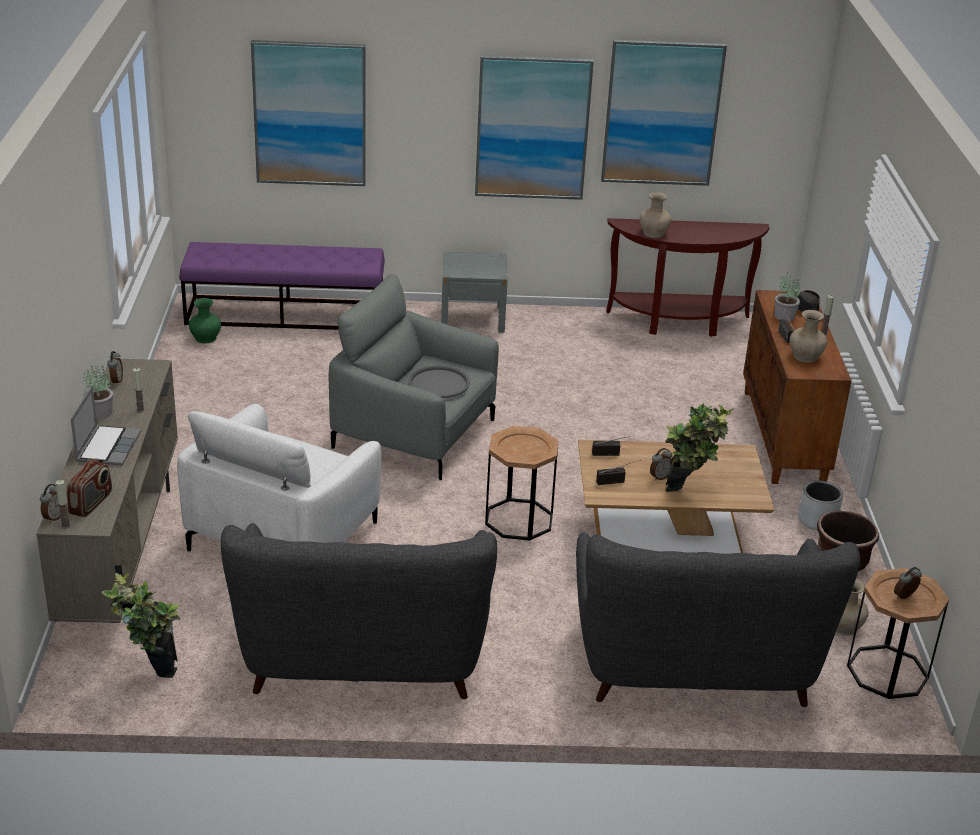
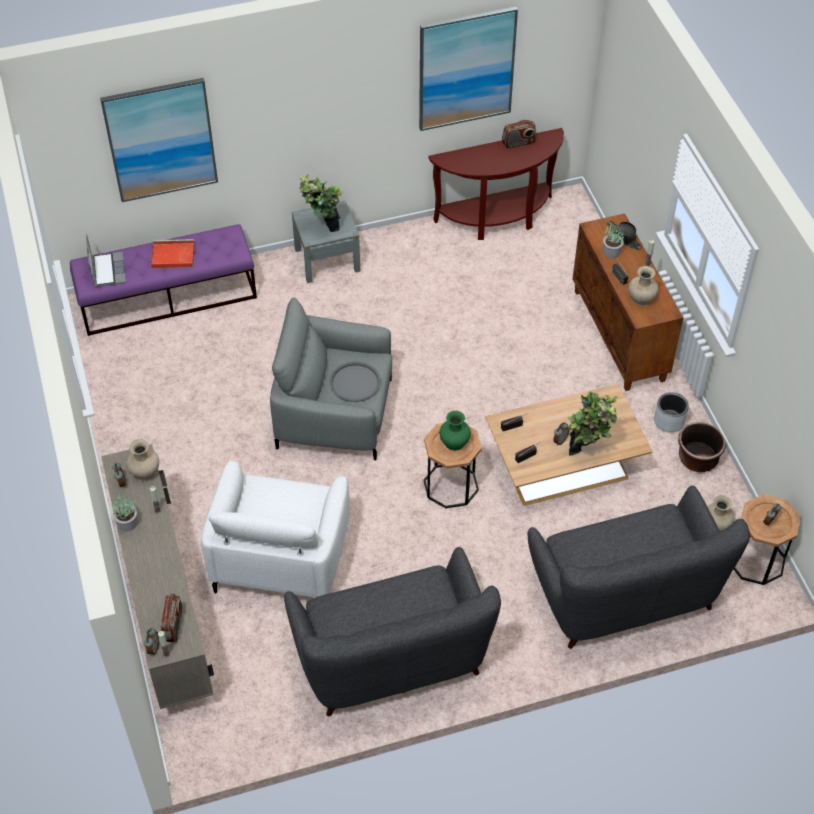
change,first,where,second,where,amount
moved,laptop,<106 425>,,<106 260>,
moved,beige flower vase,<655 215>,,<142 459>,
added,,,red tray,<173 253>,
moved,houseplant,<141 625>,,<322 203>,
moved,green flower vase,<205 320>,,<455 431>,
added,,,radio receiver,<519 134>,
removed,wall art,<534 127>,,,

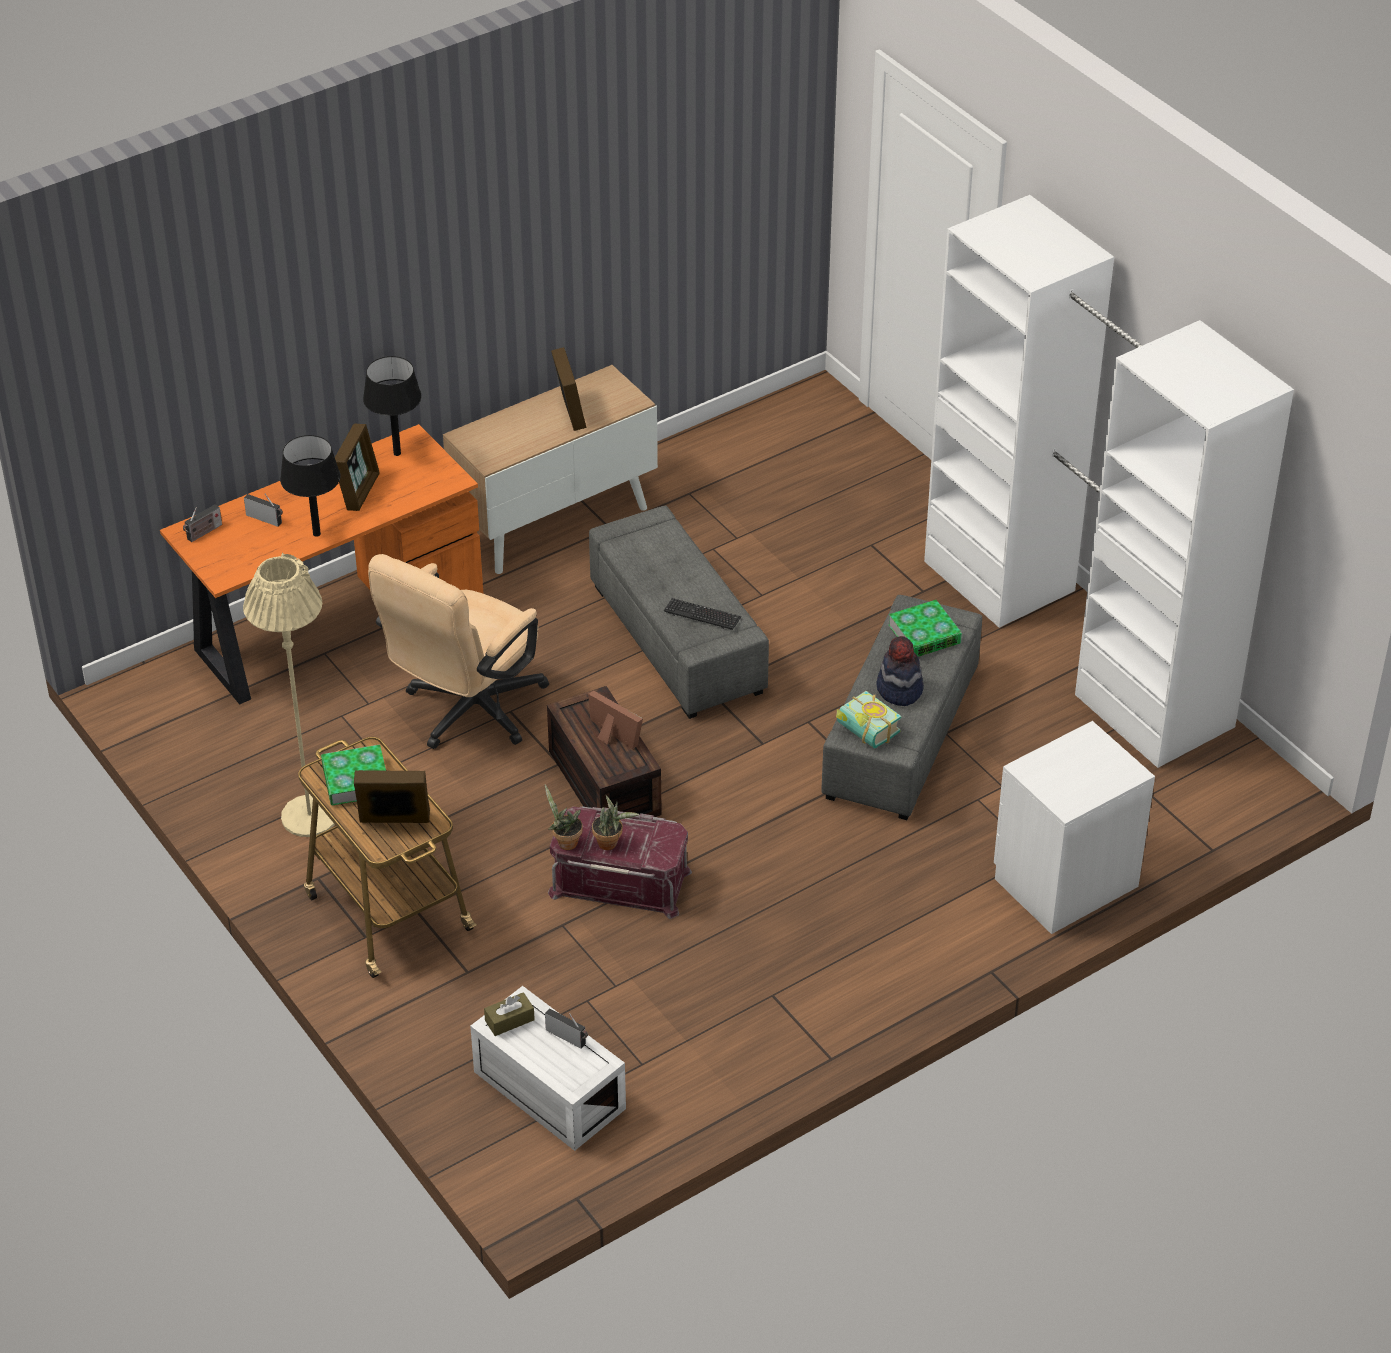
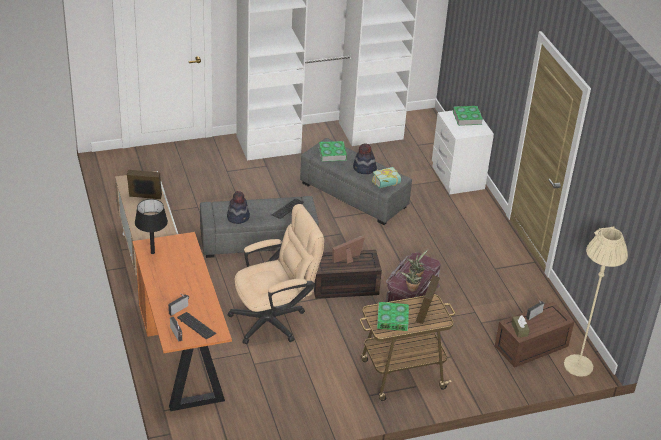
change,first,where,second,where,amount
added,,,keyboard,<196 325>,
added,,,wearable hat,<238 207>,
turned,beige desk chair,<458 651>,,<276 274>,75 degrees counterclockwise
added,,,bound book,<468 116>,
recoloured,white storage bin,<548 1068>,brown-coloured storage bin,<534 334>,
moved,beige standard lamp,<289 695>,,<596 302>,
removed,black table lamp,<310 486>,,,
removed,picture frame,<357 467>,,,

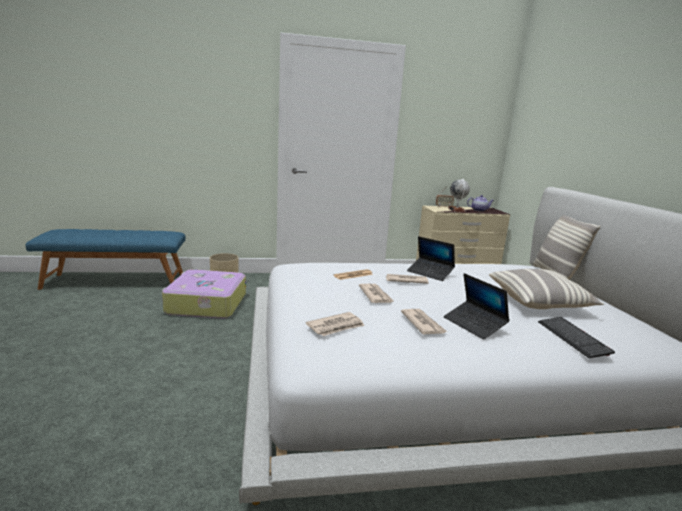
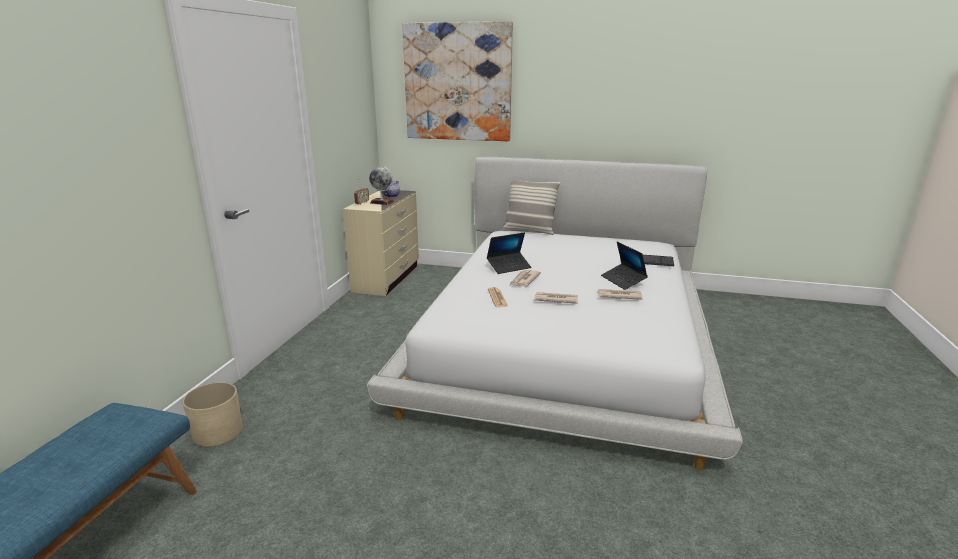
change,first,where,second,where,amount
added,,,wall art,<457 81>,
turned,laptop,<477 306>,,<624 266>,75 degrees clockwise
removed,travel case,<204 294>,,,
removed,newspaper,<335 324>,,,
removed,cushion,<546 289>,,,

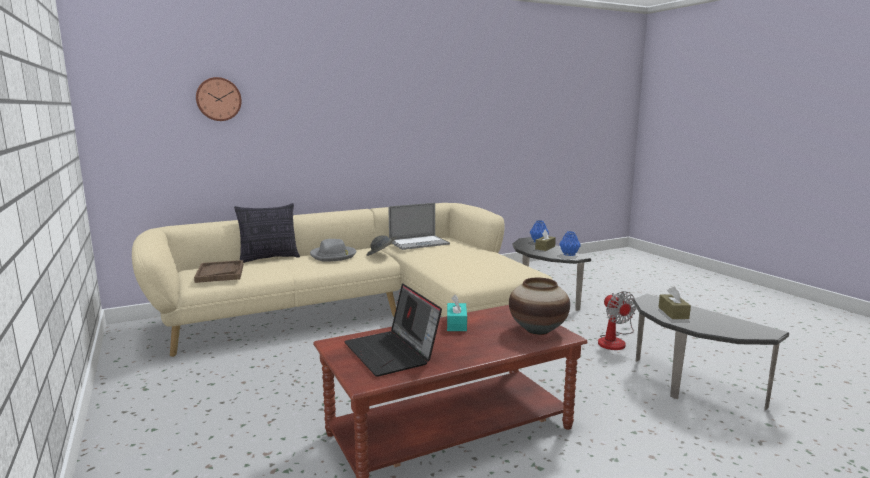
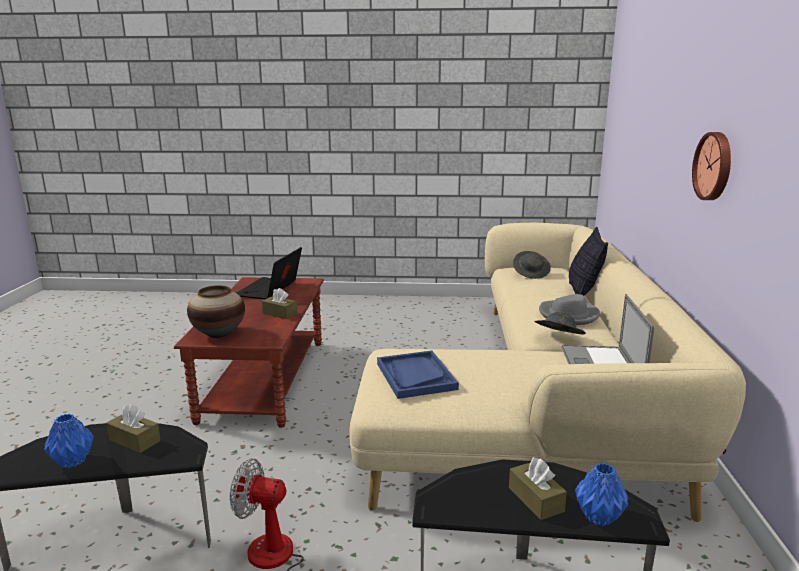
change,first,where,second,where,amount
moved,blue flower vase,<570 243>,,<69 441>,
turned,laptop,<393 330>,,<269 273>,75 degrees counterclockwise
recoloured,turquoise tissue box,<457 313>,brown-coloured tissue box,<279 303>,
added,,,blue tray,<418 375>,
replaced,brown-coloured tray,<219 271>,greyish wearable hat,<532 265>,
moved,clock on the wall,<219 99>,,<711 166>,

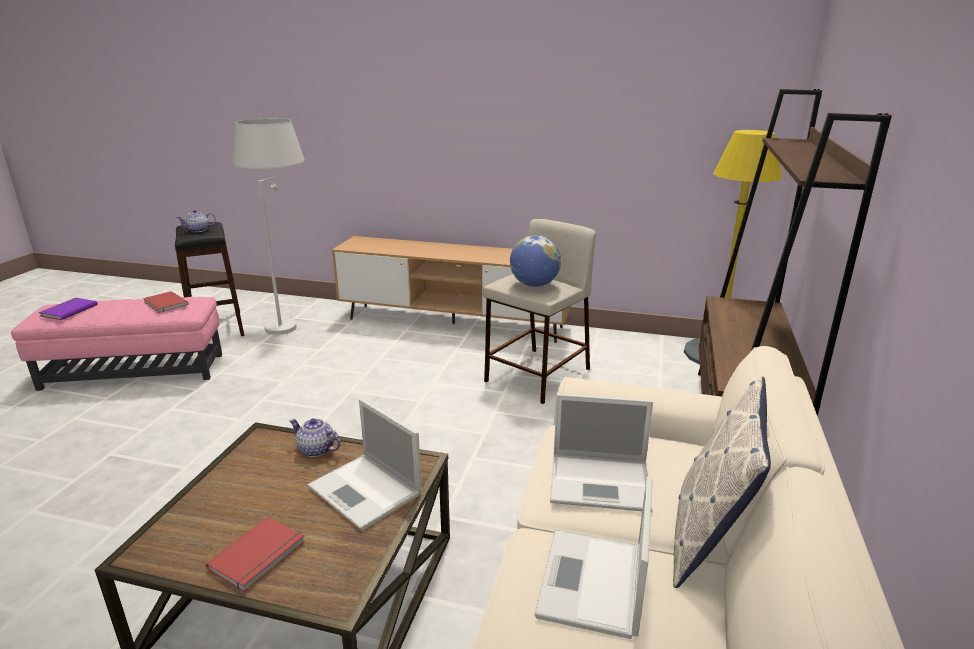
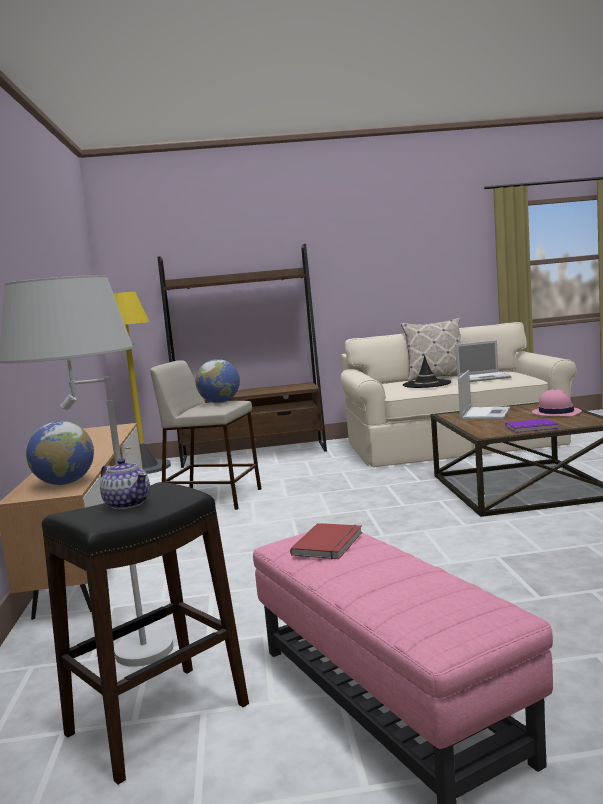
change,first,where,second,where,amount
added,,,world globe,<60 453>,
replaced,laptop,<601 453>,black wearable hat,<427 371>,
moved,purple-coloured bound book,<68 309>,,<532 425>,
replaced,red bound book,<255 554>,pinkish wearable hat,<557 403>,
removed,pot for tea,<315 437>,,,

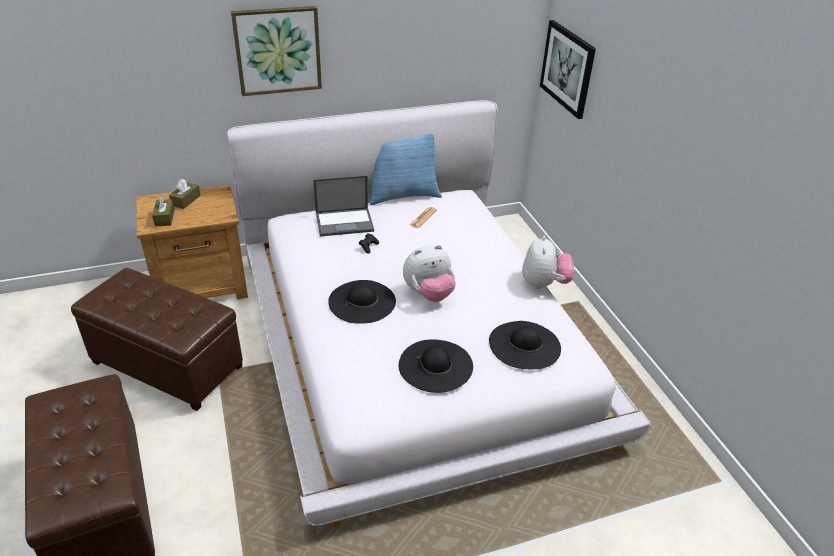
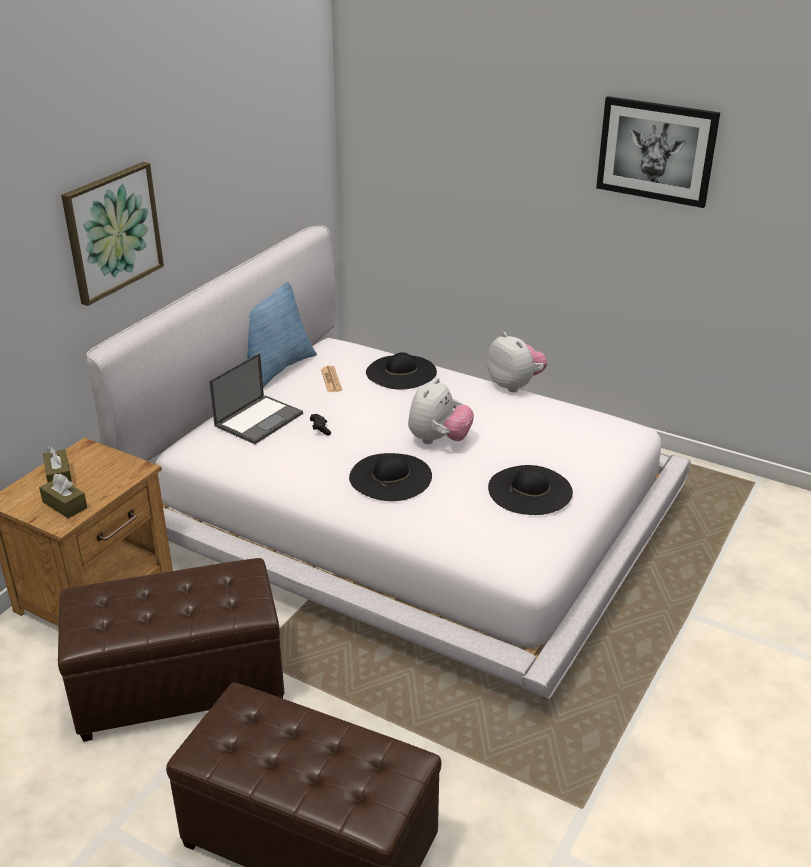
change,first,where,second,where,amount
moved,black wearable hat,<525 345>,,<401 371>,
moved,wall art,<568 69>,,<658 152>,

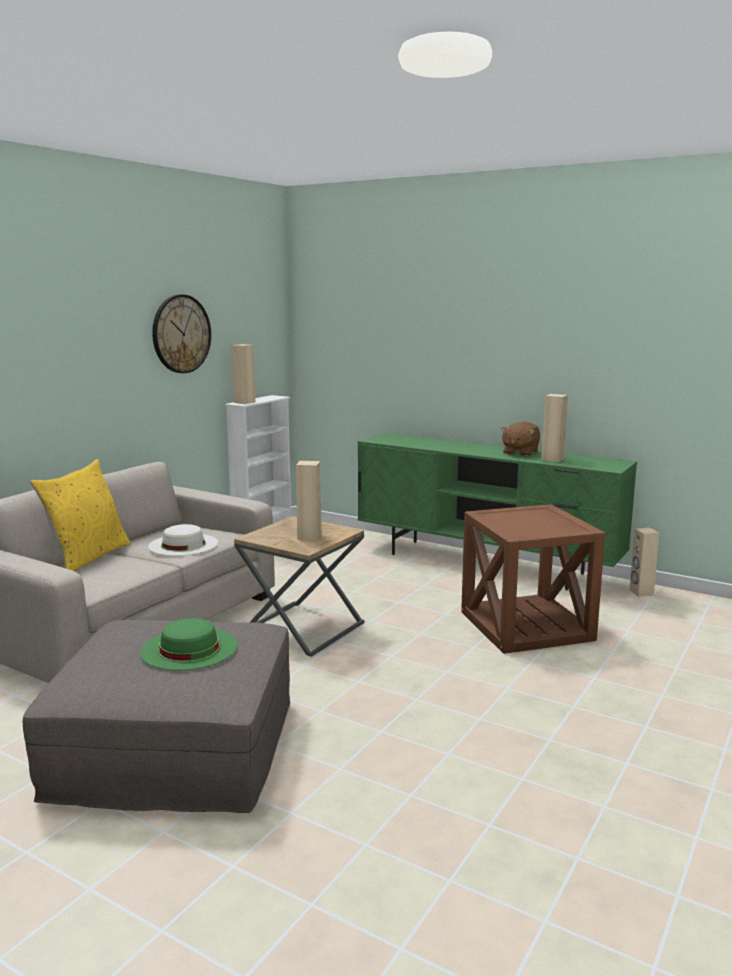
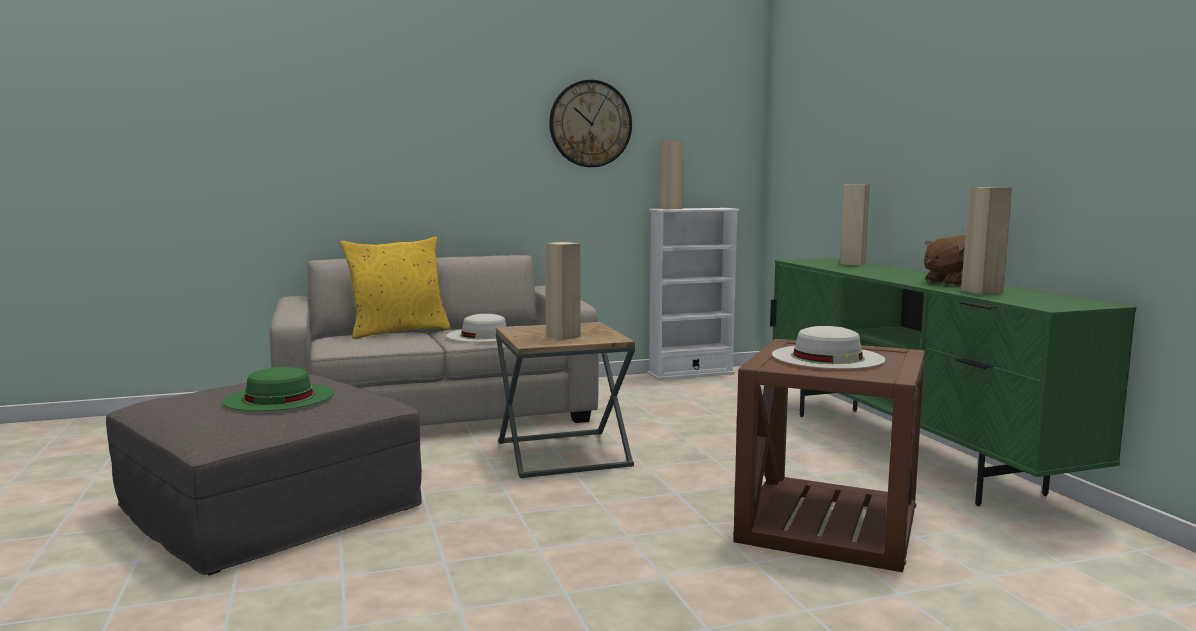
change,first,where,second,where,amount
added,,,white wearable hat,<828 347>,
moved,beige speaker,<644 562>,,<855 224>,

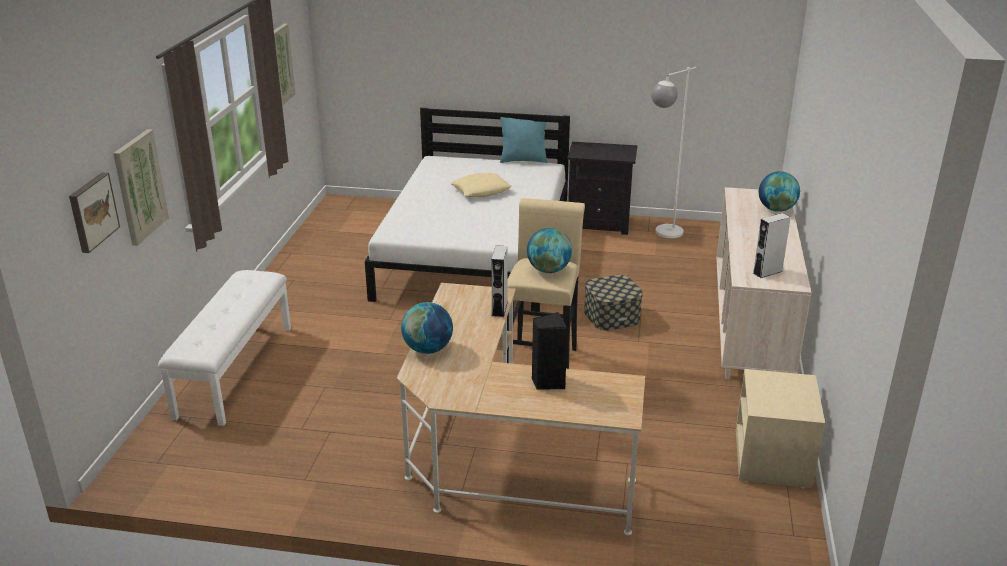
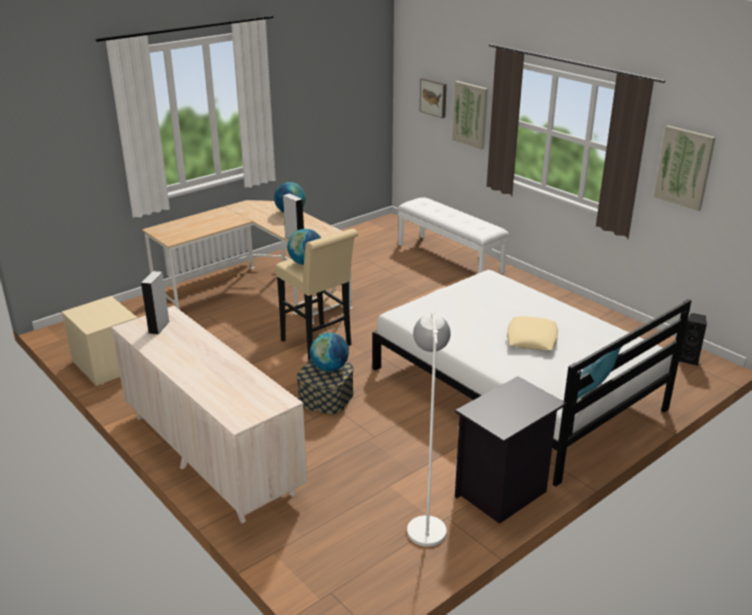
change,first,where,second,where,amount
moved,world globe,<779 191>,,<329 352>,
moved,black speaker,<549 351>,,<693 339>,

